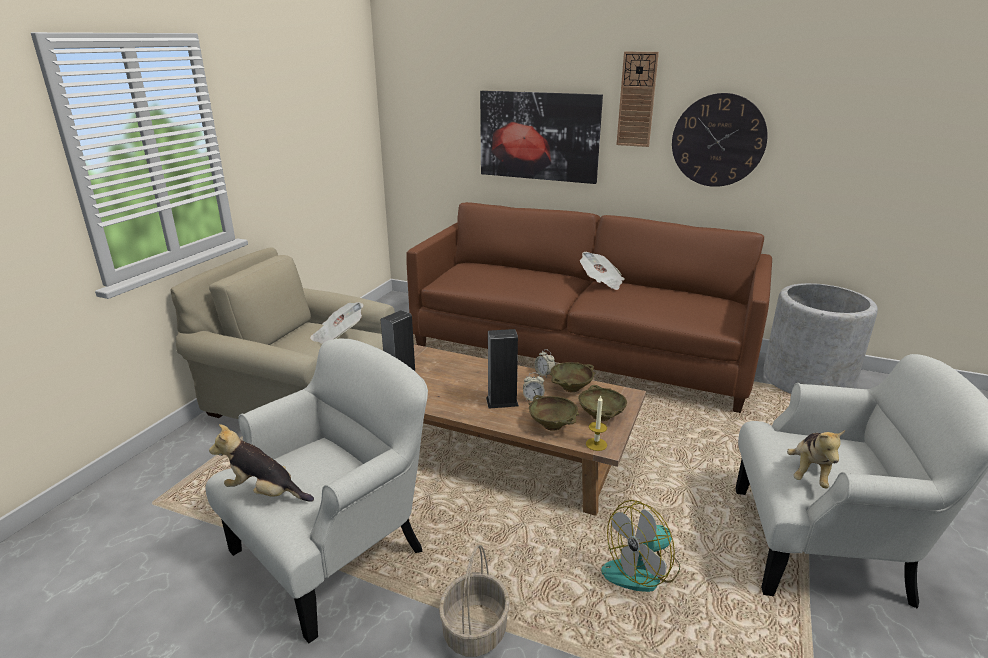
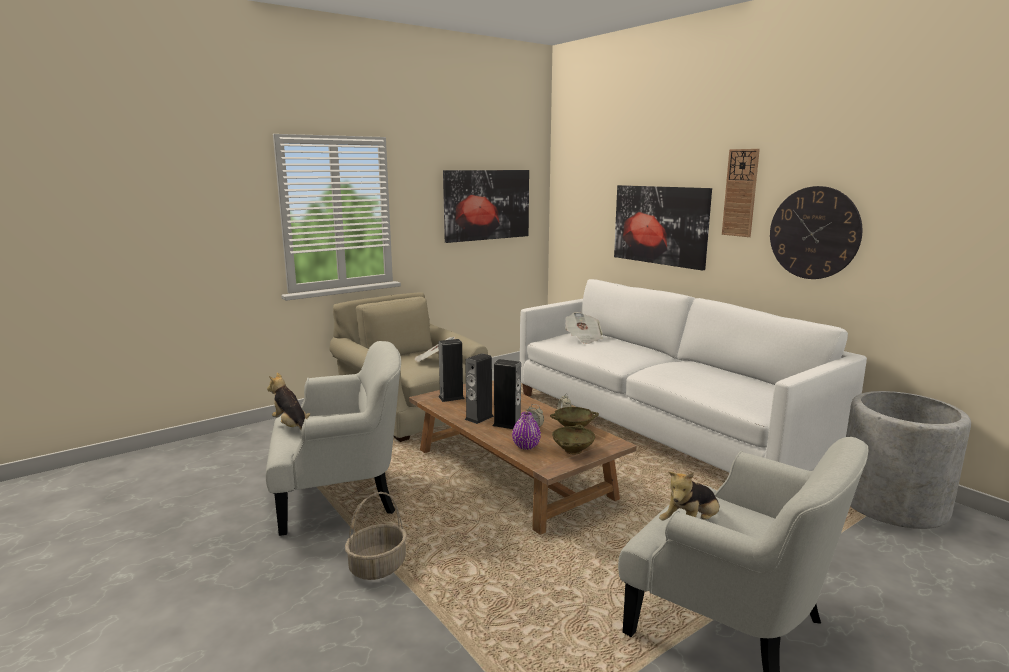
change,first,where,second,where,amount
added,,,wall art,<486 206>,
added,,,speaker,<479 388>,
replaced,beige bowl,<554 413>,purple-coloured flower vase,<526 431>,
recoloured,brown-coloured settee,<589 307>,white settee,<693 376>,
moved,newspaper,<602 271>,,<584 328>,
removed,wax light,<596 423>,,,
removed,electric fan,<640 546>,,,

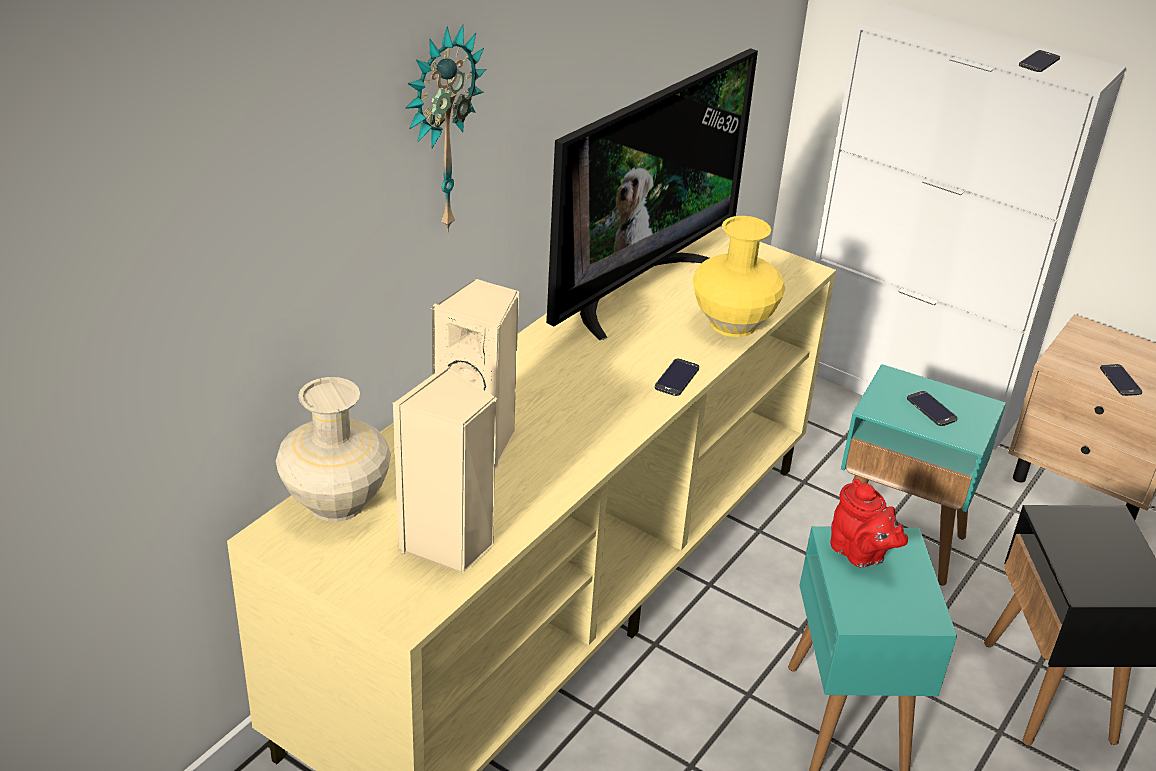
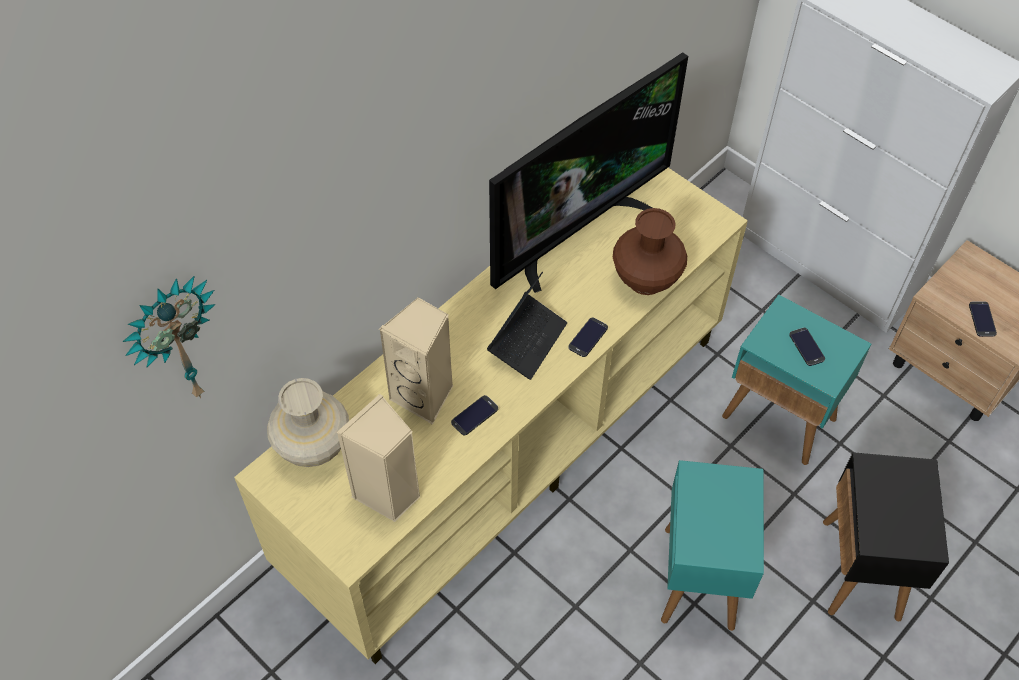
change,first,where,second,where,amount
moved,clock on the wall,<446 128>,,<169 337>,
moved,phone,<1039 61>,,<474 415>,
added,,,laptop,<527 325>,
recoloured,yellowish flower vase,<739 276>,brown-coloured flower vase,<650 251>,
removed,red pot for tea,<869 523>,,,

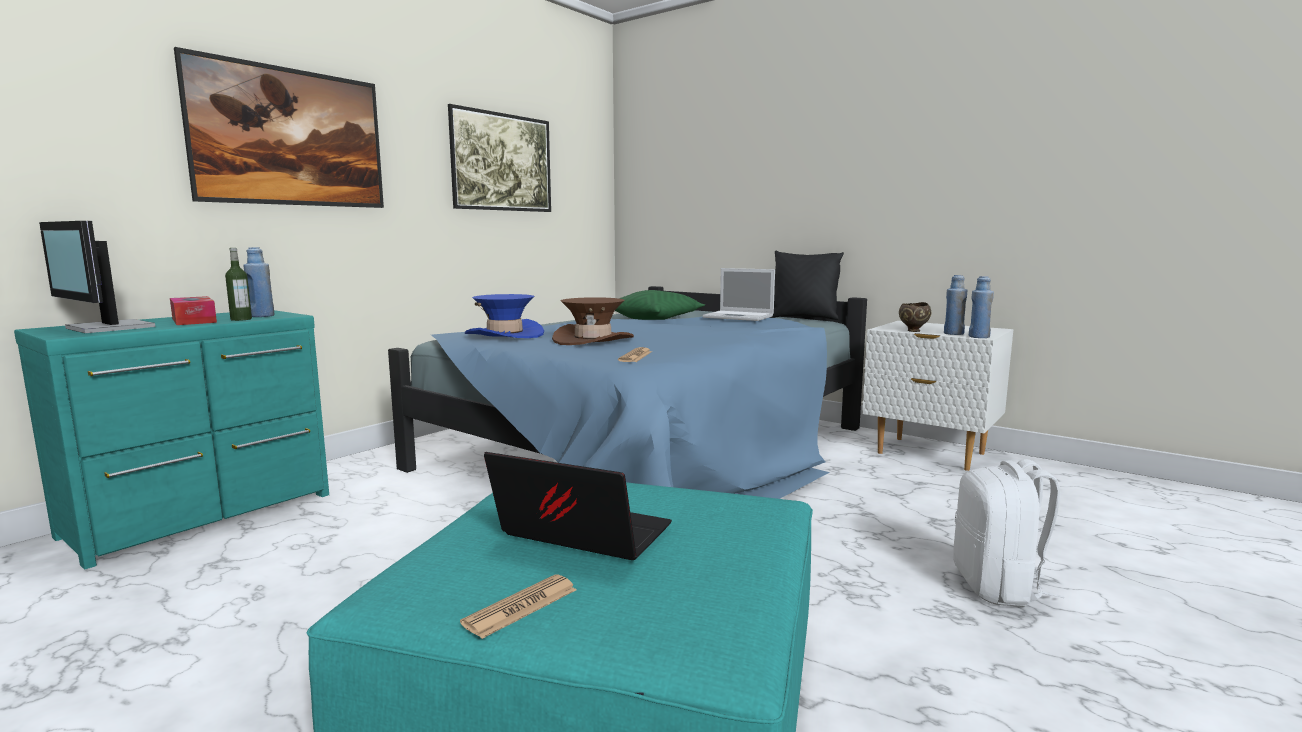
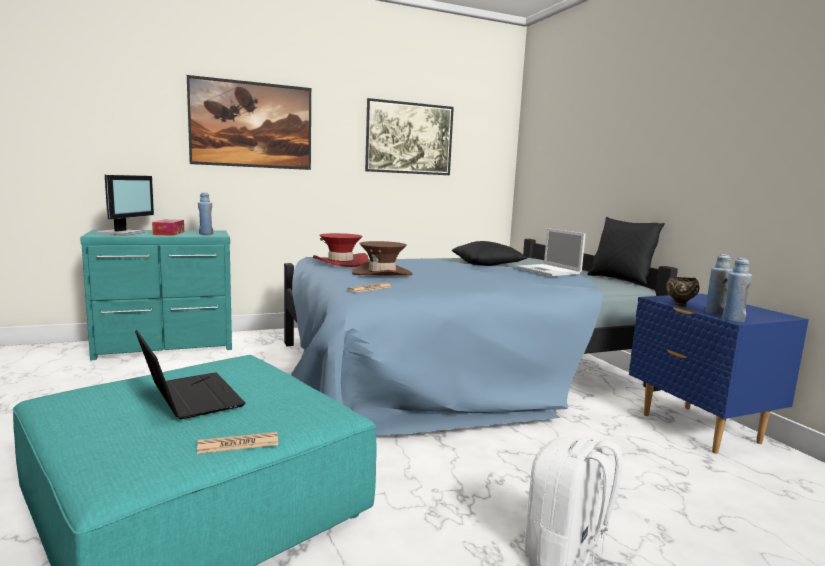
change,first,where,second,where,amount
turned,monitor,<97 277>,,<124 205>,150 degrees counterclockwise
moved,newspaper,<518 607>,,<238 443>,
recoloured,blue wearable hat,<504 316>,red wearable hat,<340 250>,
recoloured,green cushion,<660 305>,black cushion,<490 253>,
recoloured,white nightstand,<937 396>,blue nightstand,<719 374>,
removed,drink bottle,<238 284>,,,

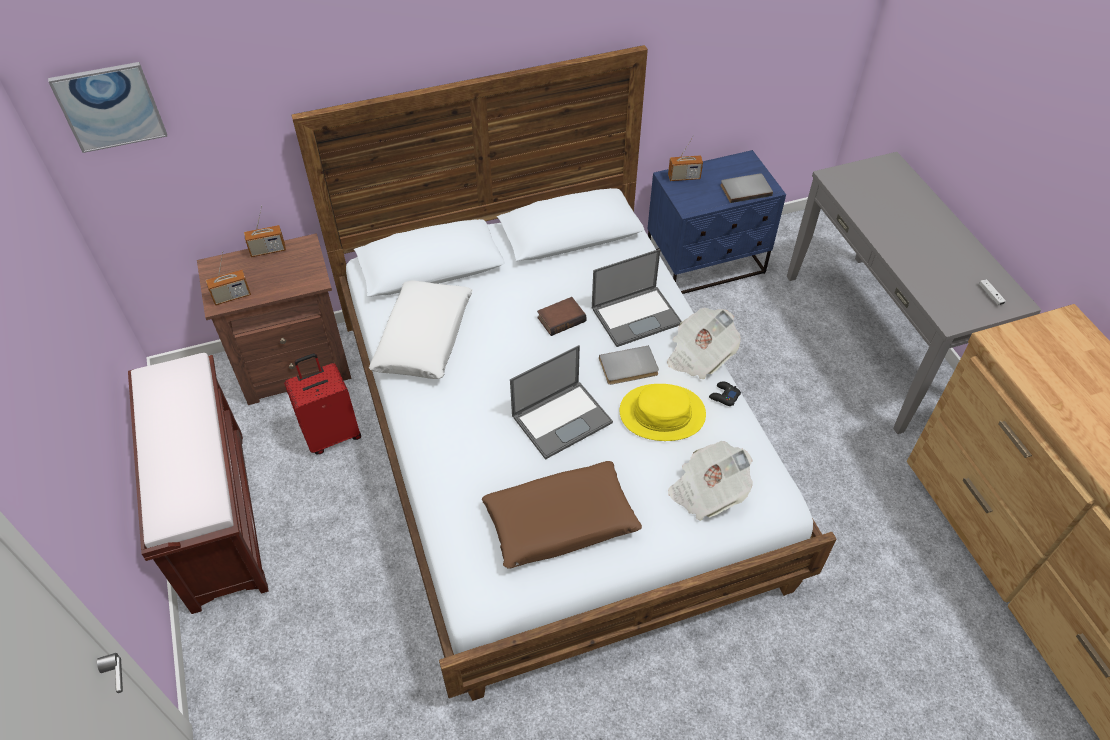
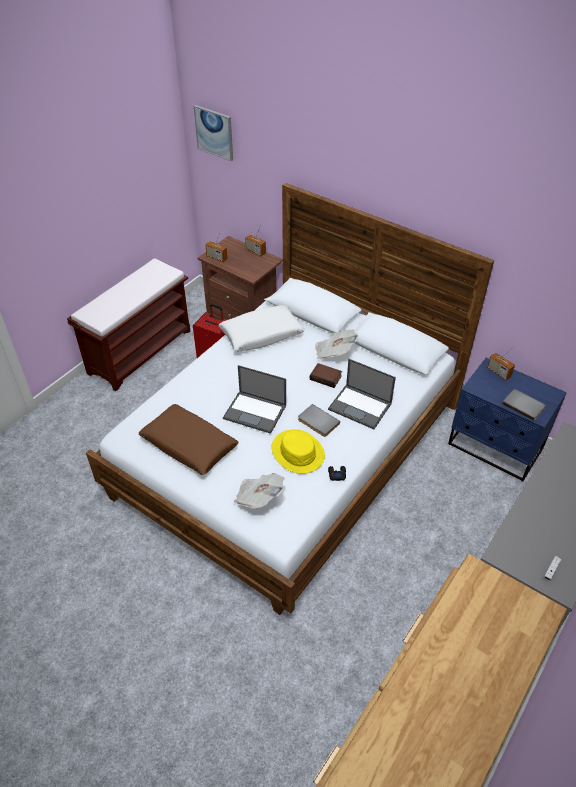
change,first,where,second,where,amount
moved,newspaper,<704 343>,,<336 344>,

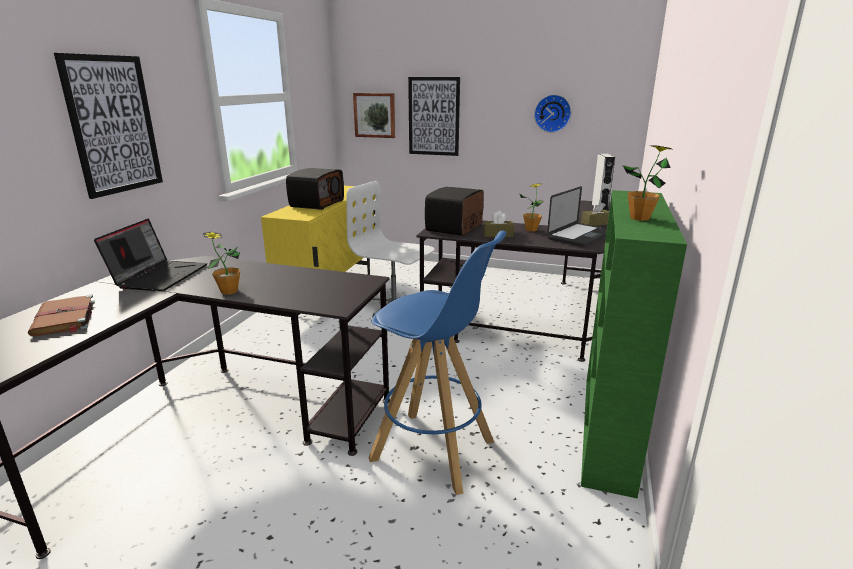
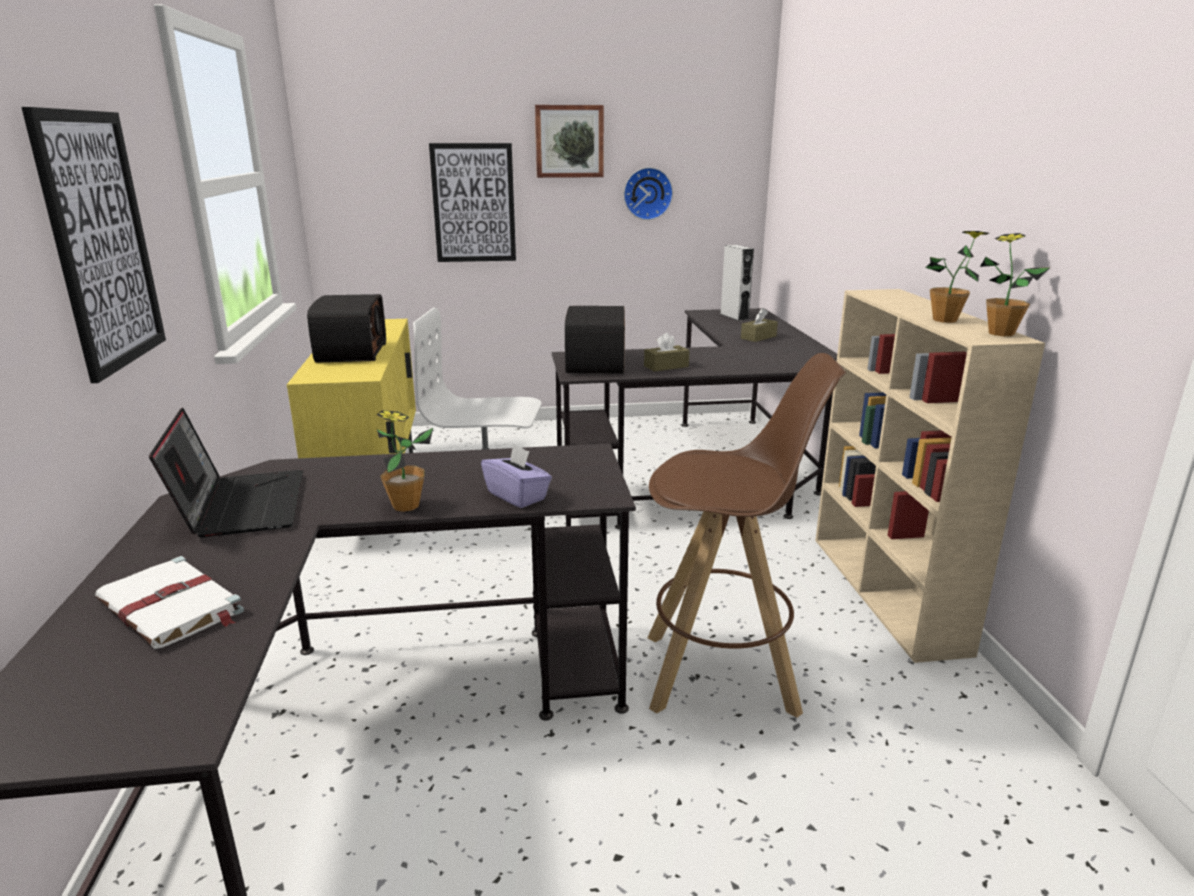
change,first,where,second,where,amount
recoloured,brown-coloured bound book,<61 315>,white bound book,<169 602>,
added,,,purple-coloured tissue box,<516 476>,
moved,wall art,<374 115>,,<569 141>,
recoloured,blue stool,<437 363>,brown-coloured stool,<747 535>,
recoloured,green shelving unit,<634 344>,beige shelving unit,<930 476>,
moved,houseplant,<531 208>,,<1014 284>,
removed,laptop,<577 216>,,,

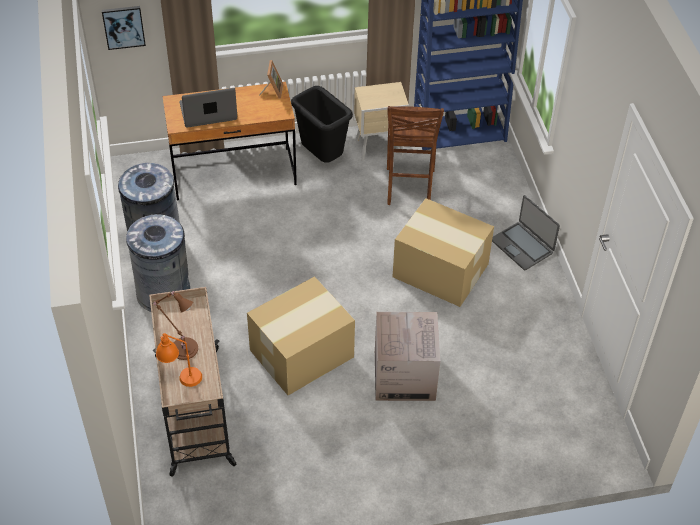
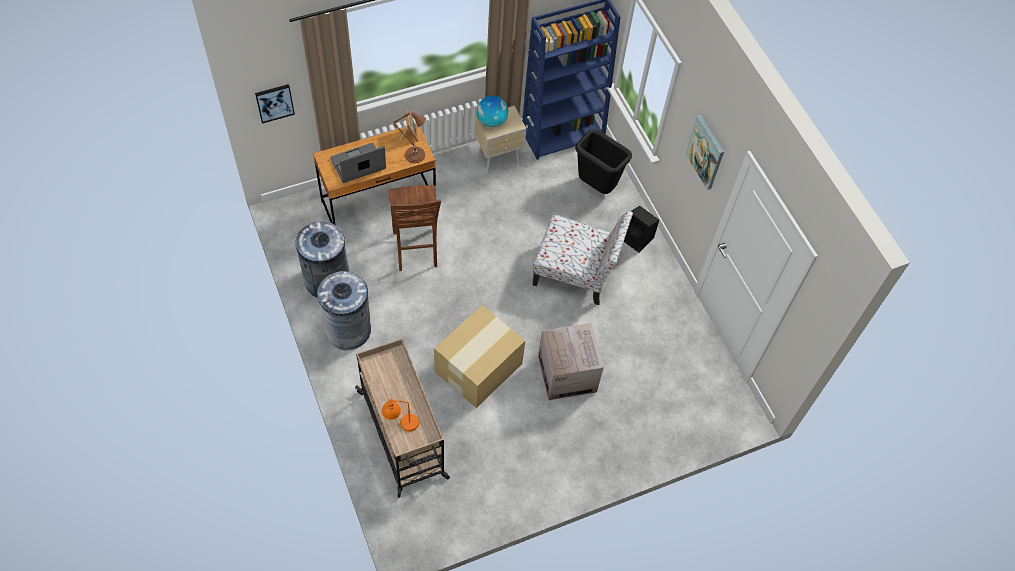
change,first,where,second,where,amount
moved,brown-coloured stool,<415 155>,,<414 228>,
moved,brown-coloured table lamp,<175 325>,,<409 137>,
added,,,world globe,<492 111>,
replaced,carton,<443 252>,chair,<583 258>,
moved,black trash can,<322 124>,,<603 161>,
replaced,laptop,<526 232>,black speaker,<641 229>,
added,,,wall art,<705 152>,

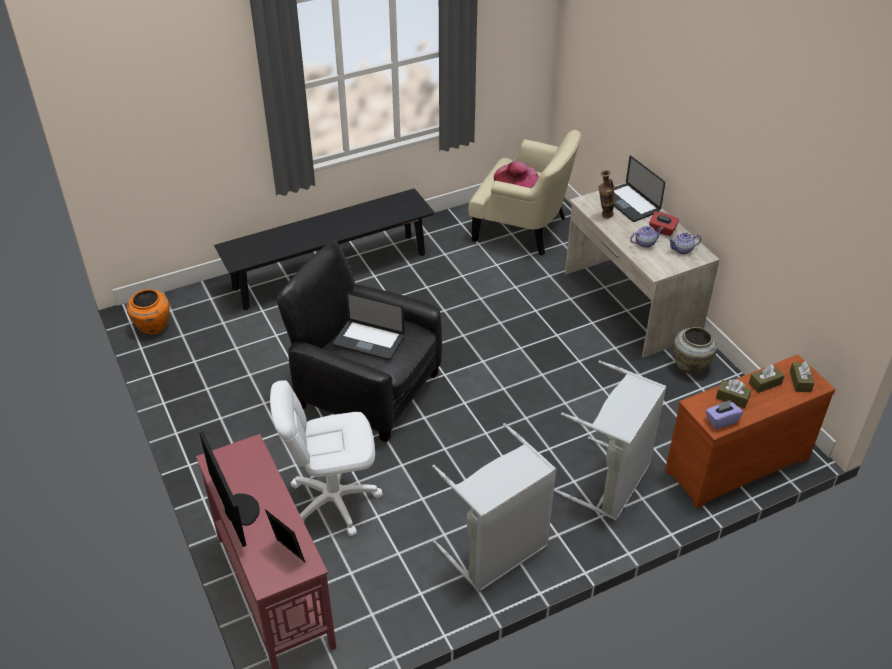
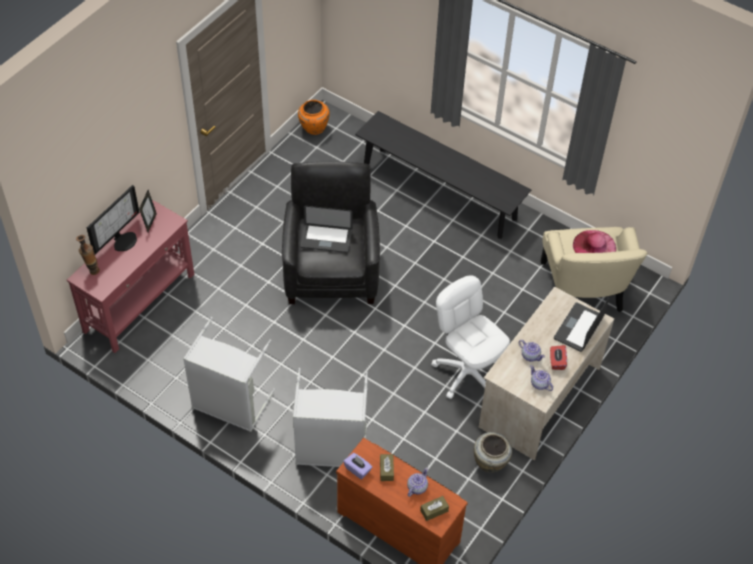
change,first,where,second,where,amount
moved,flower vase,<606 194>,,<88 255>,
moved,picture frame,<285 535>,,<148 211>,
turned,laptop,<369 326>,,<326 229>,75 degrees counterclockwise
replaced,brown-coloured tissue box,<766 379>,pot for tea,<417 482>,
moved,white desk chair,<326 458>,,<470 337>,

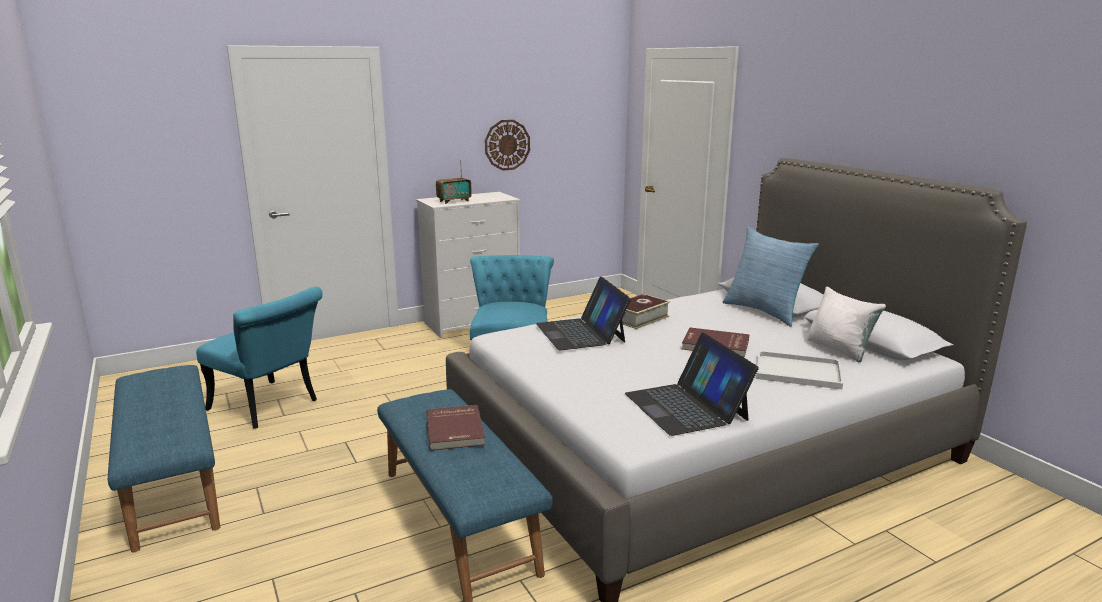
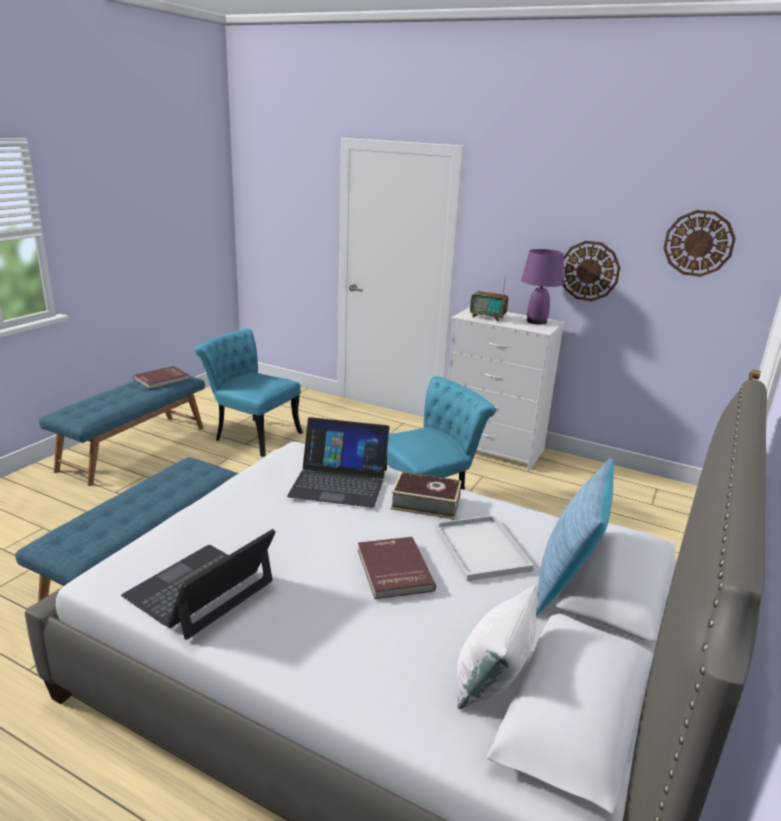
change,first,where,second,where,amount
moved,red bound book,<455 428>,,<161 377>,
turned,turquoise chair,<259 358>,,<249 393>,120 degrees clockwise
turned,laptop,<583 313>,,<338 462>,120 degrees counterclockwise
moved,white tray,<799 370>,,<484 548>,
added,,,purple-coloured table lamp,<542 287>,
added,,,clock on the wall,<699 243>,

